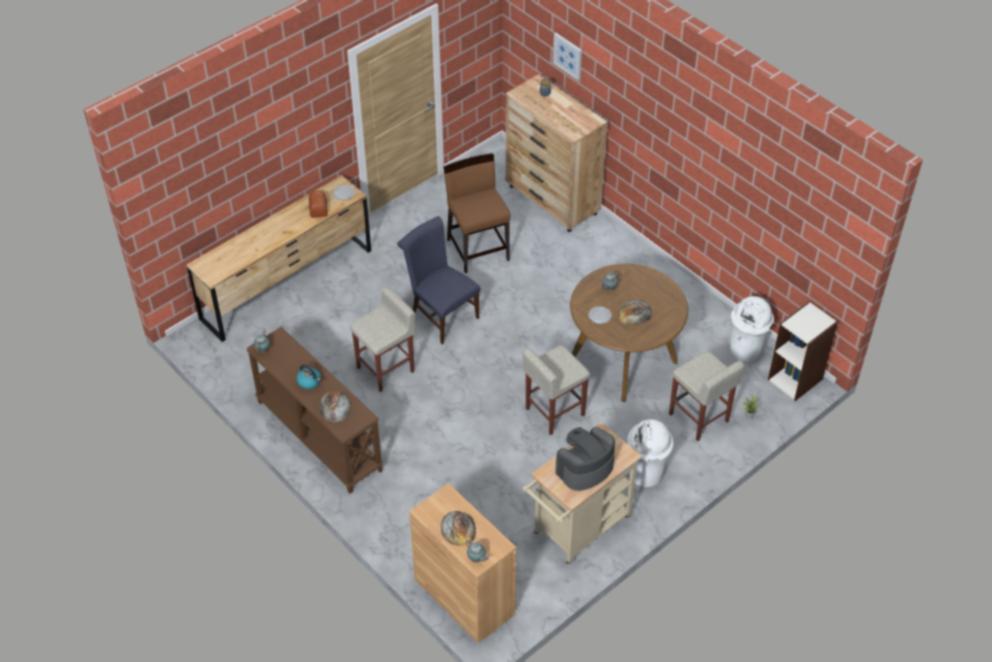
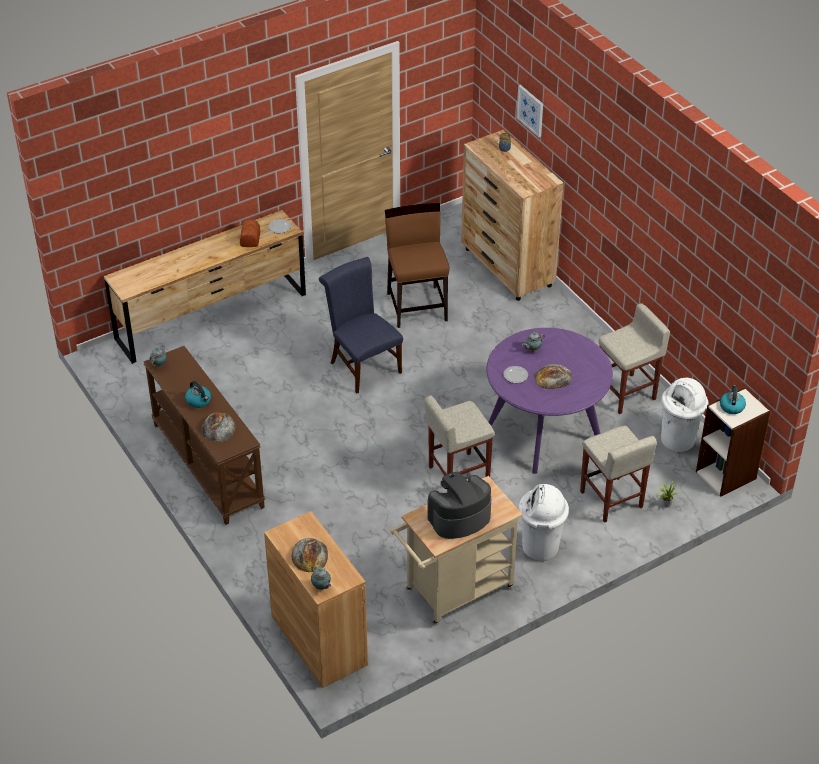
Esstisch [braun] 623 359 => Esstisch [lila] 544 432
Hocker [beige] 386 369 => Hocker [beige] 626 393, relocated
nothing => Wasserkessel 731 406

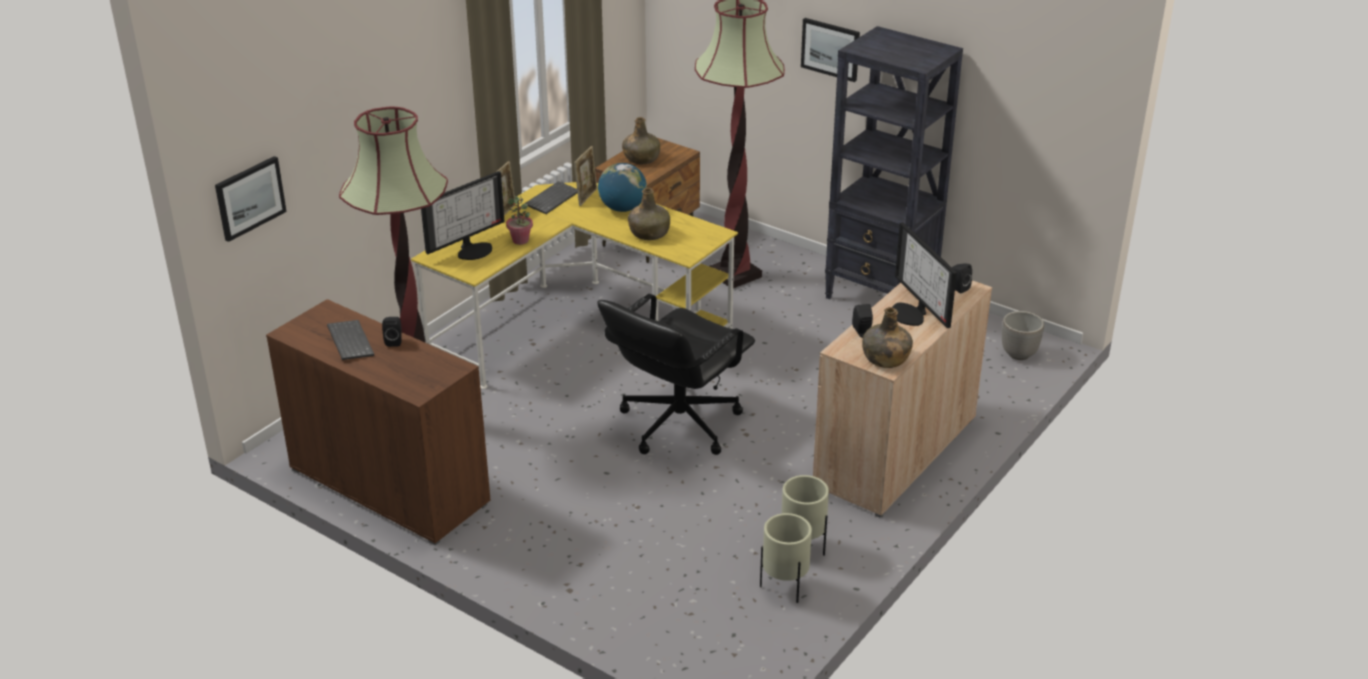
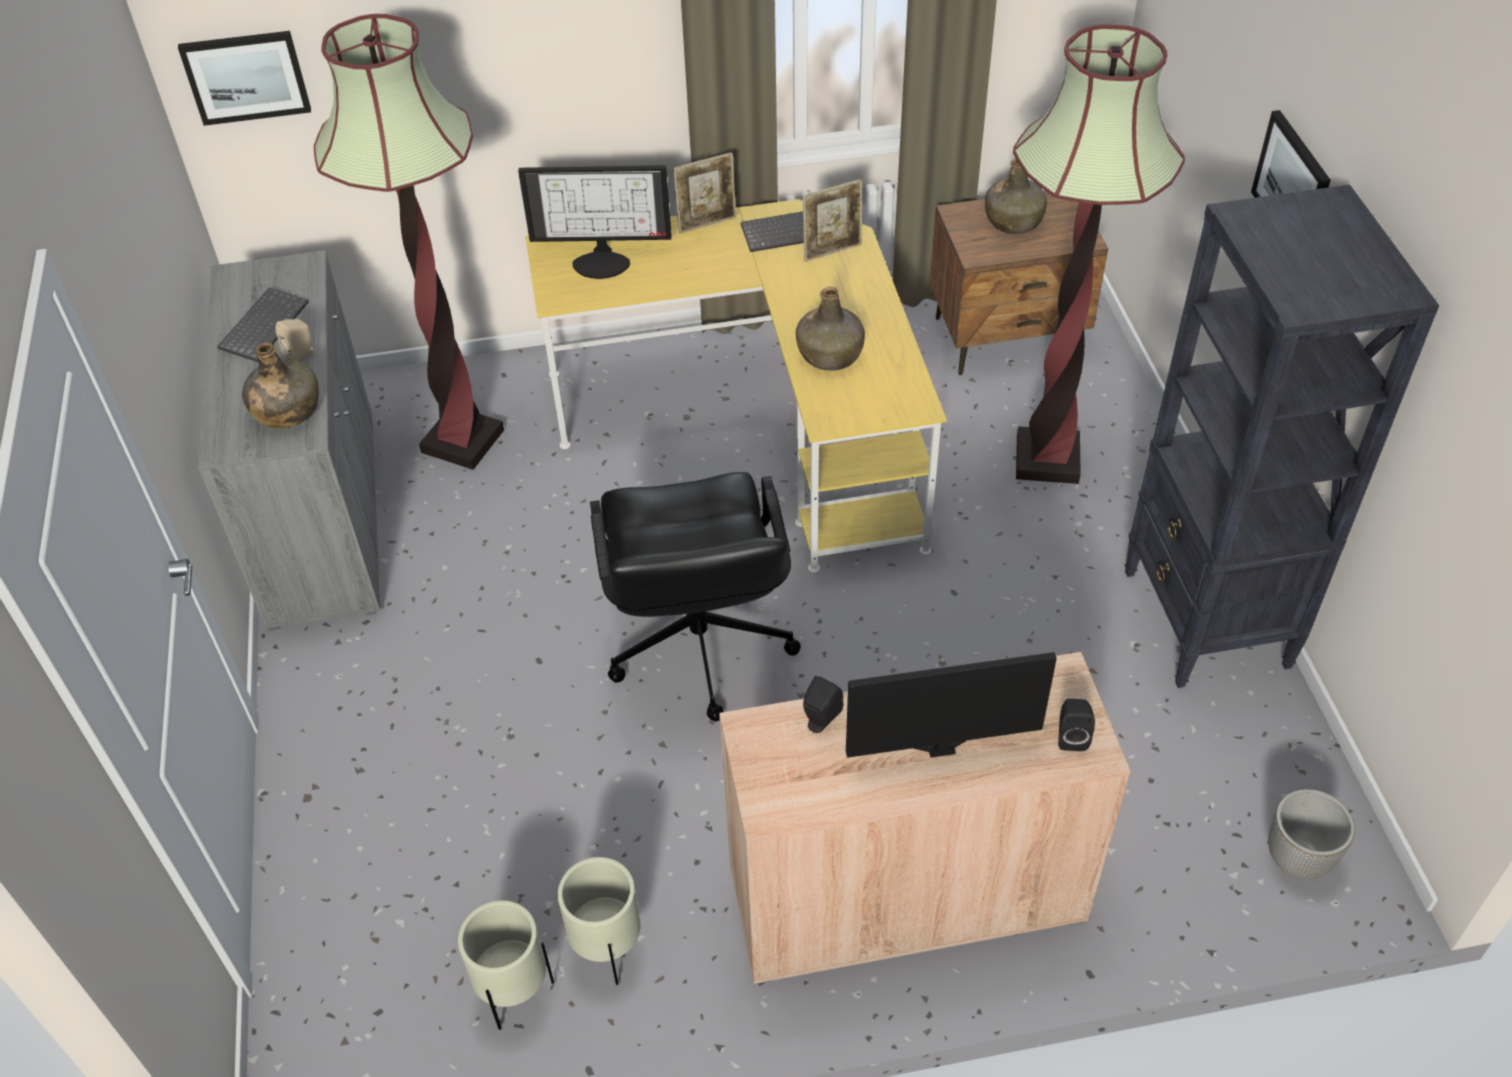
Schrank [braun] 389 486 => Schrank [grau] 324 518
Flasche [grün] 885 358 => Flasche [grün] 286 411, relocated
Lautsprecher [schwarz] 394 341 => Lautsprecher [beige] 301 354
Bürostuhl [schwarz] 677 424 => Bürostuhl [schwarz] 698 646, 90 degrees counterclockwise
Monitor 912 314 => Monitor 936 736, 60 degrees clockwise
Topfpflanze 520 240 => nothing
Globus 622 208 => nothing

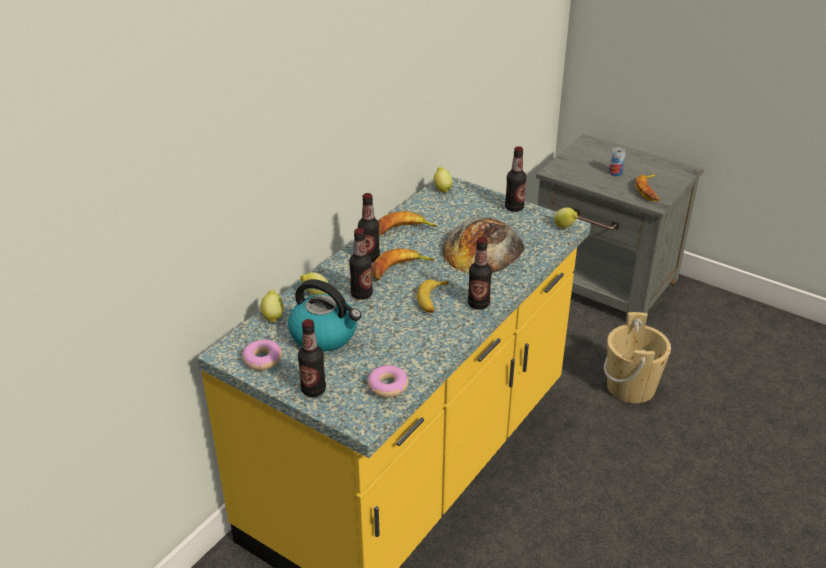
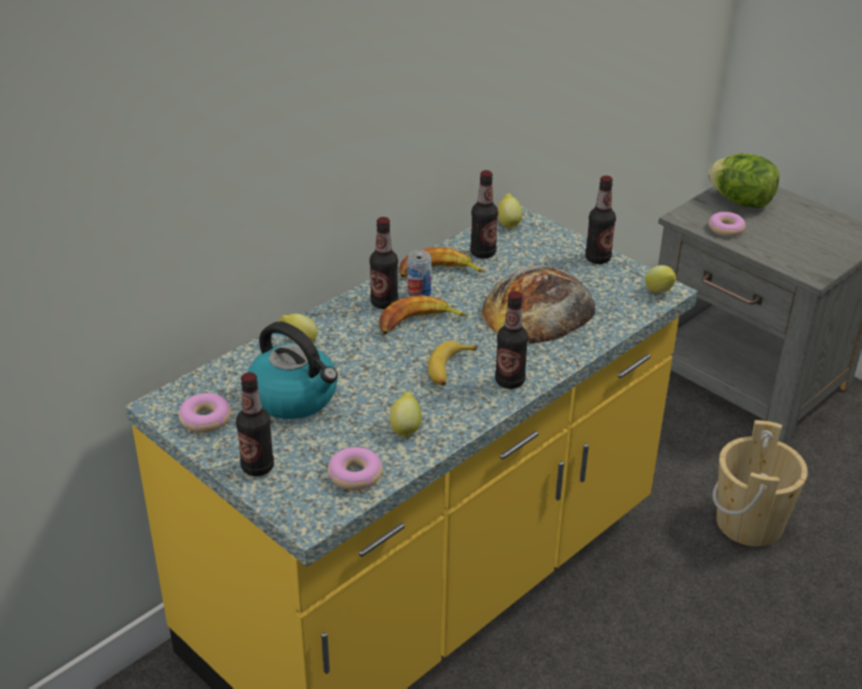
Zitrone 273 316 => Zitrone 405 428, relocated
Dose 615 173 => Dose 419 293, relocated
Flasche 361 294 => Flasche 483 253, relocated
nothing => Salatkopf 741 202
nothing => Donut 726 229
Banane 649 190 => nothing

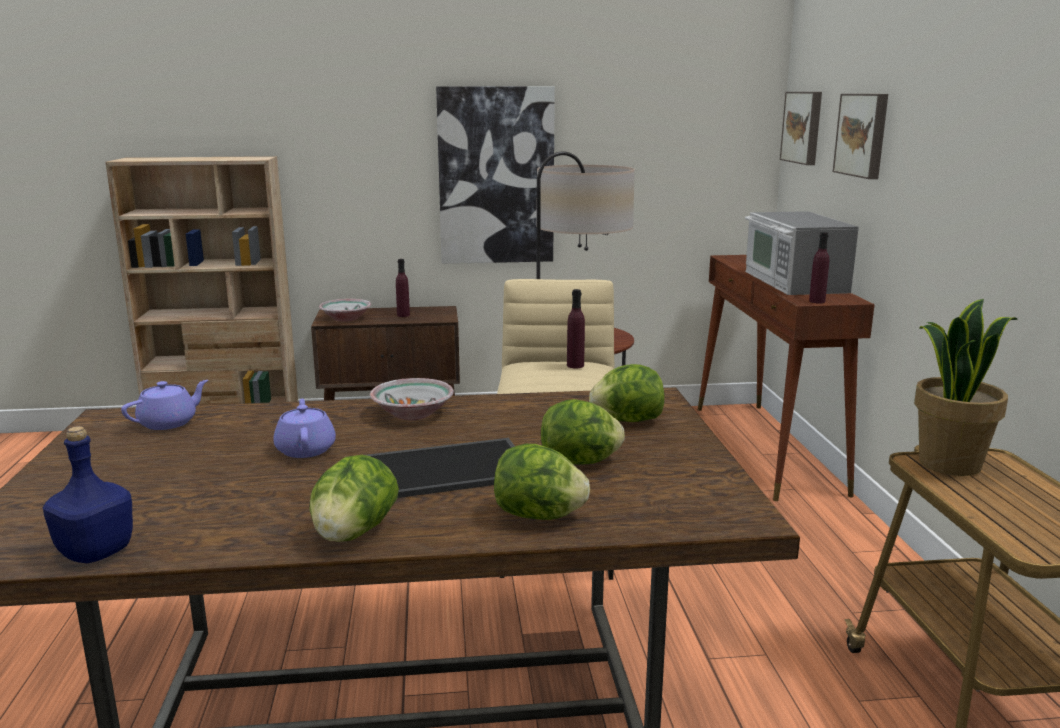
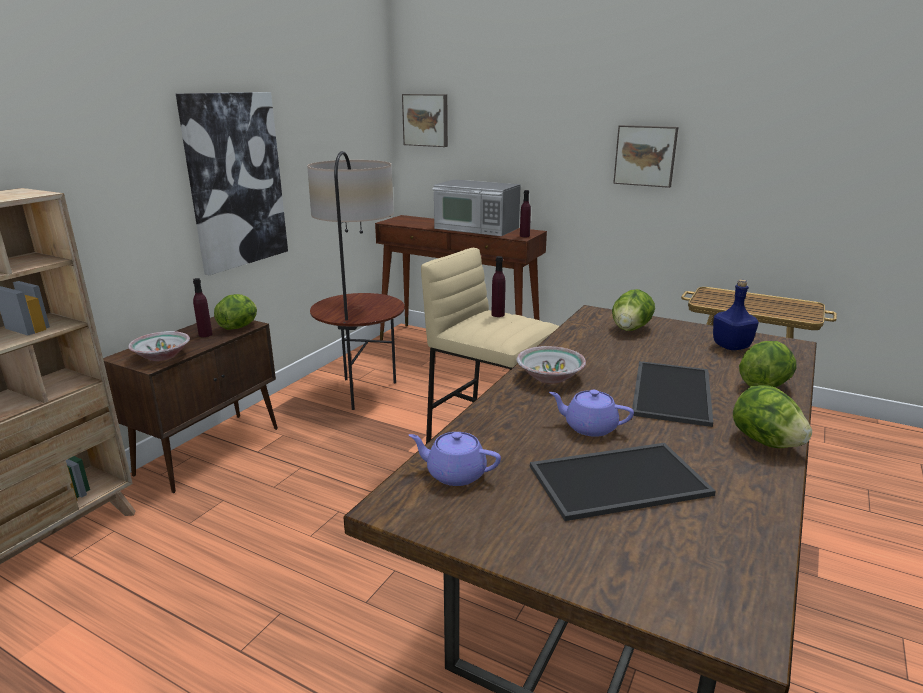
Salatkopf 580 462 => Salatkopf 239 327, relocated
Teekanne [lila] 169 423 => Teekanne [lila] 454 474, 60 degrees counterclockwise
nothing => Tablett 619 479
Bild 863 135 => Bild 645 155, relocated
Flasche [blau] 97 552 => Flasche [blau] 731 346, relocated
Topfpflanze 948 463 => nothing

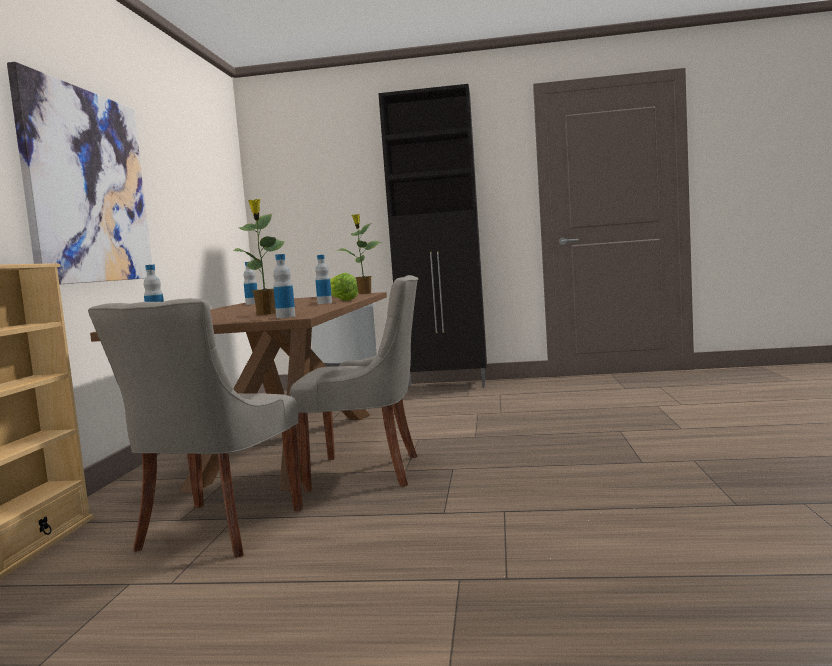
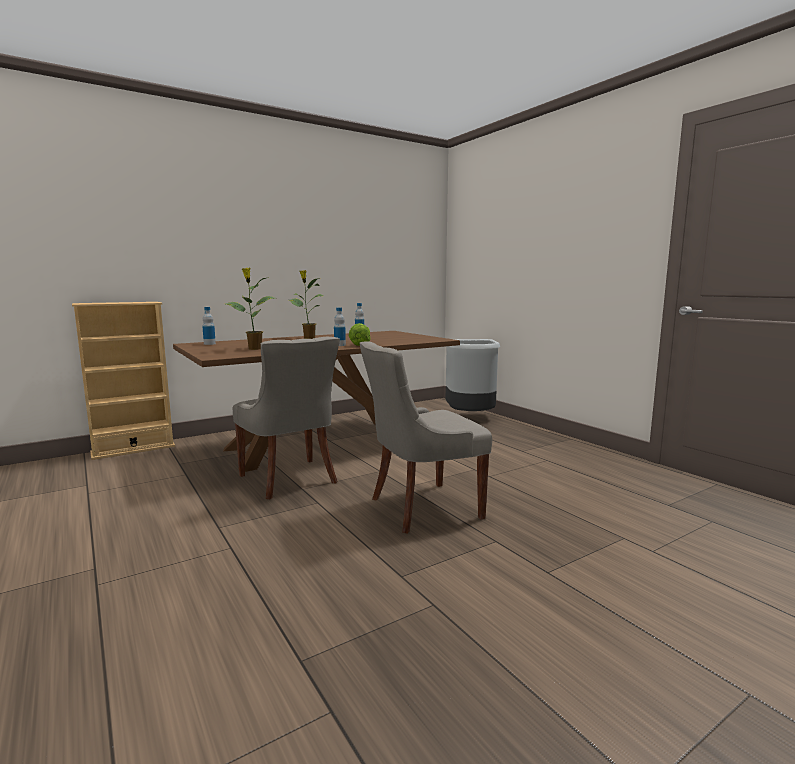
Topfpflanze 364 293 => Topfpflanze 308 338, relocated
Stuhl [grau] 216 530 => Stuhl [grau] 422 508, relocated
Bild 87 187 => nothing
Flasche 285 317 => nothing
Schrank [schwarz] 446 386 => nothing

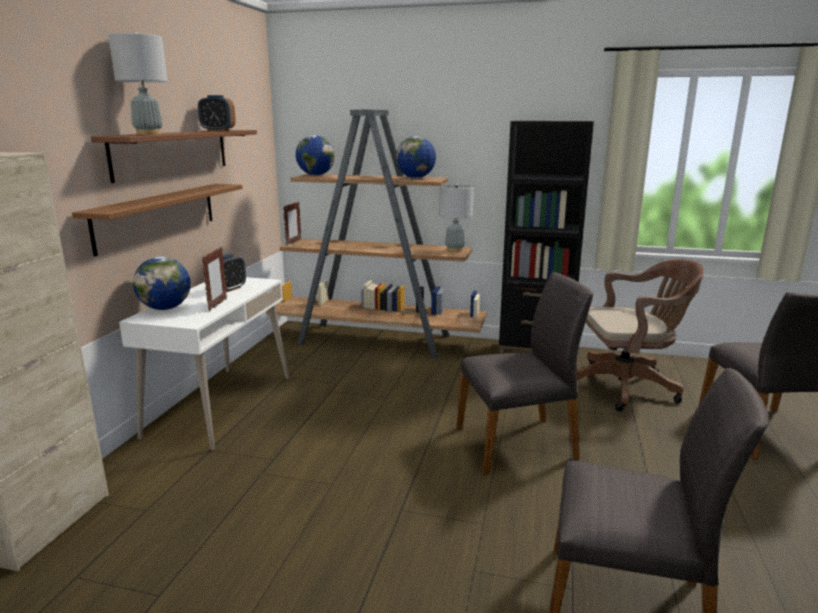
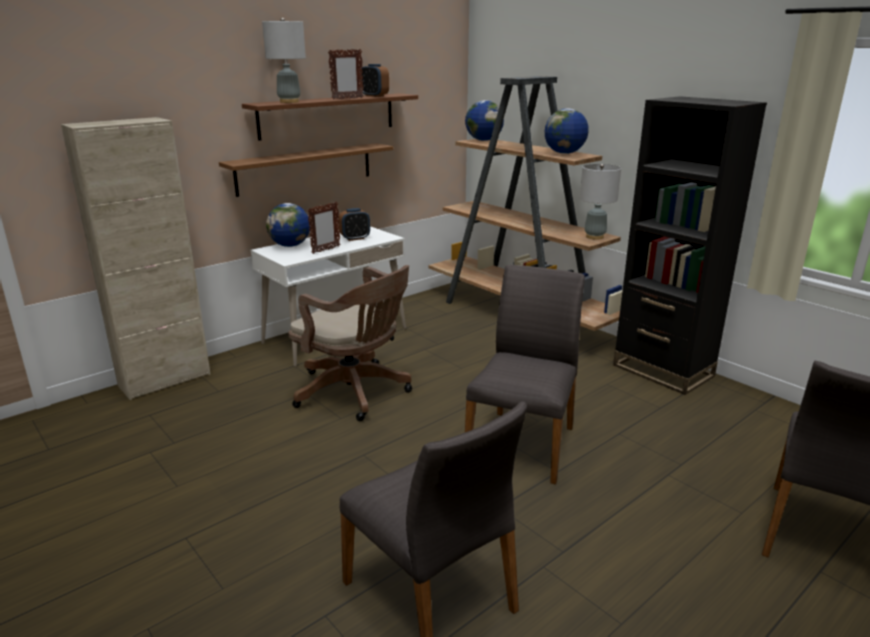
Bürostuhl [braun] 627 386 => Bürostuhl [braun] 356 392, relocated
Bilderrahmen 293 242 => Bilderrahmen 347 98, relocated
Stuhl [grau] 517 443 => Stuhl [grau] 523 443, 90 degrees counterclockwise

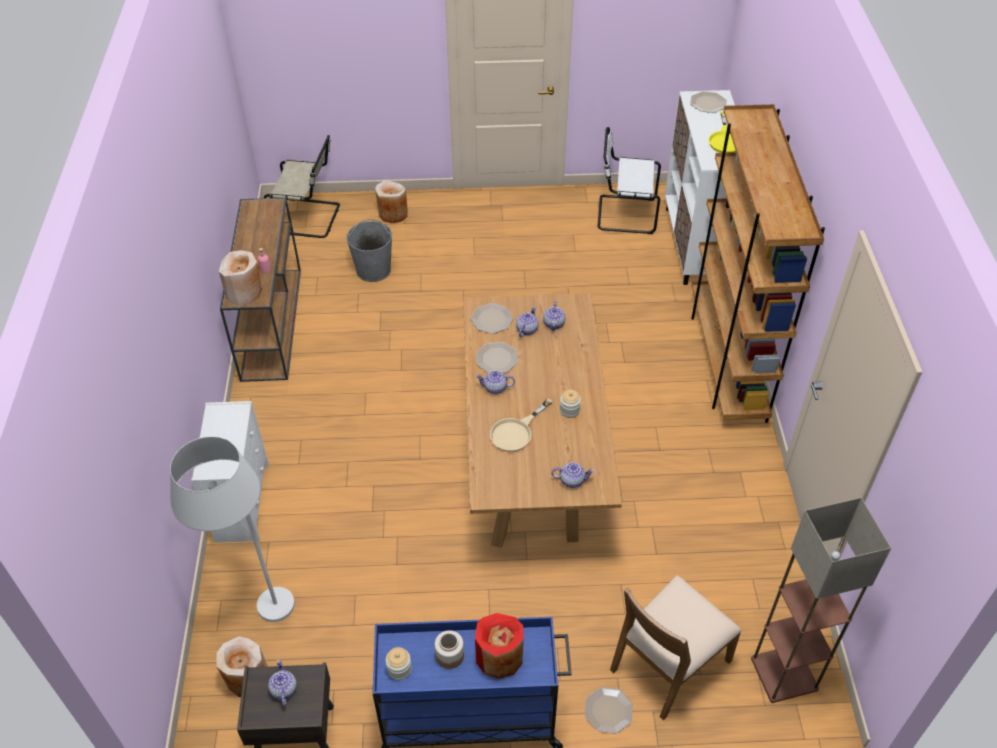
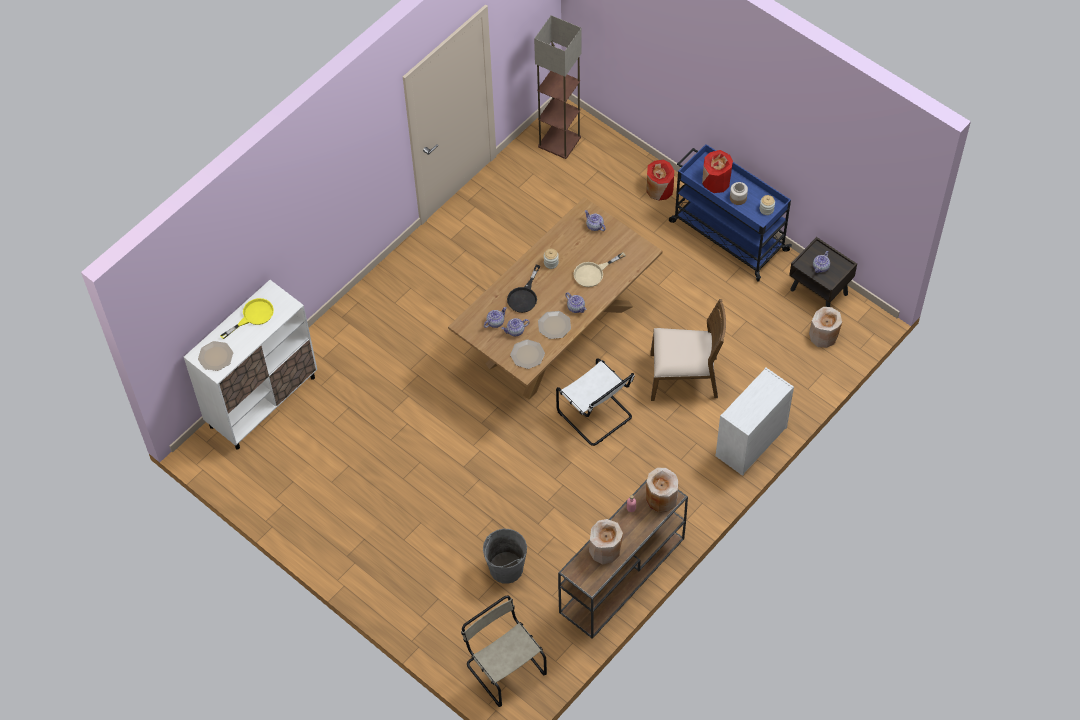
nothing => Pfanne [schwarz] 524 296
Stuhl [weiß] 624 214 => Stuhl [weiß] 596 416, relocated
Pfanne [beige] 516 432 => Pfanne [beige] 593 273, 150 degrees clockwise
Vase [beige] 393 214 => Vase [beige] 605 549, relocated
Teller 609 711 => Vase [rot] 659 189
Stuhl [braun] 668 664 => Stuhl [braun] 684 377, relocated
Stehlampe [weiß] 255 606 => nothing
Bücherregal [braun] 726 361 => nothing

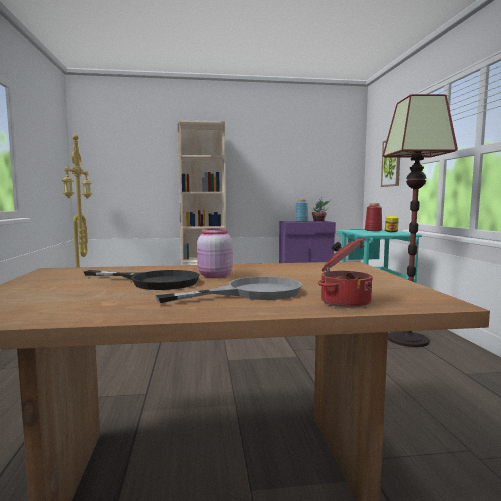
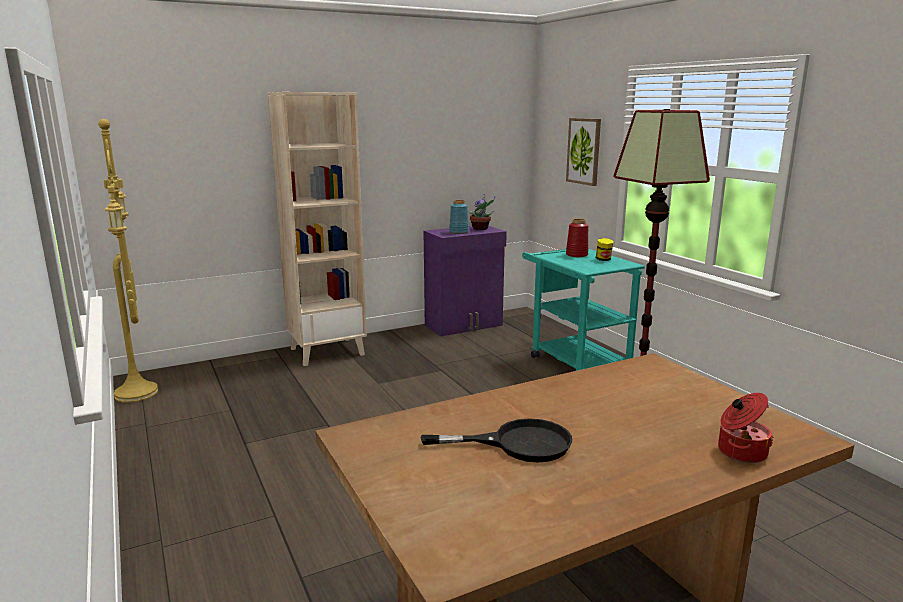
Pfanne [grau] 251 293 => nothing
Vorratsglas [rosa] 214 276 => nothing

